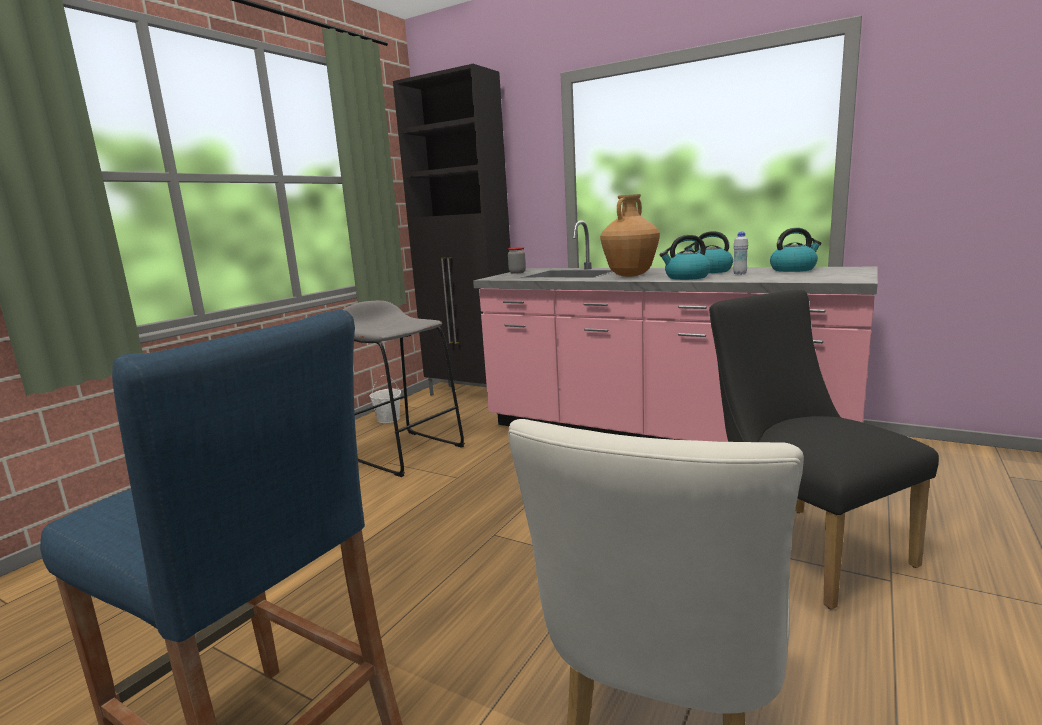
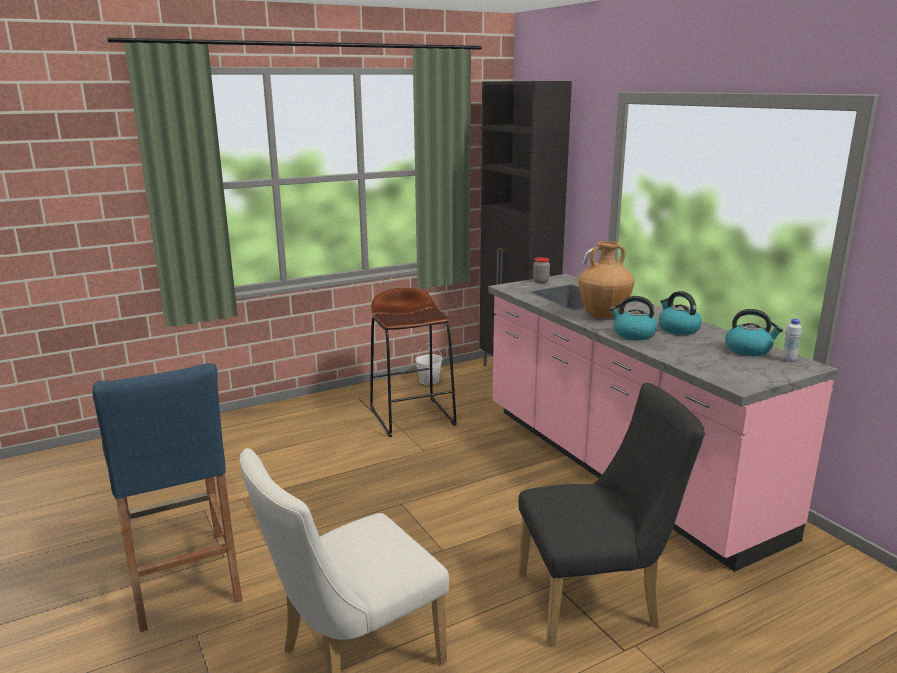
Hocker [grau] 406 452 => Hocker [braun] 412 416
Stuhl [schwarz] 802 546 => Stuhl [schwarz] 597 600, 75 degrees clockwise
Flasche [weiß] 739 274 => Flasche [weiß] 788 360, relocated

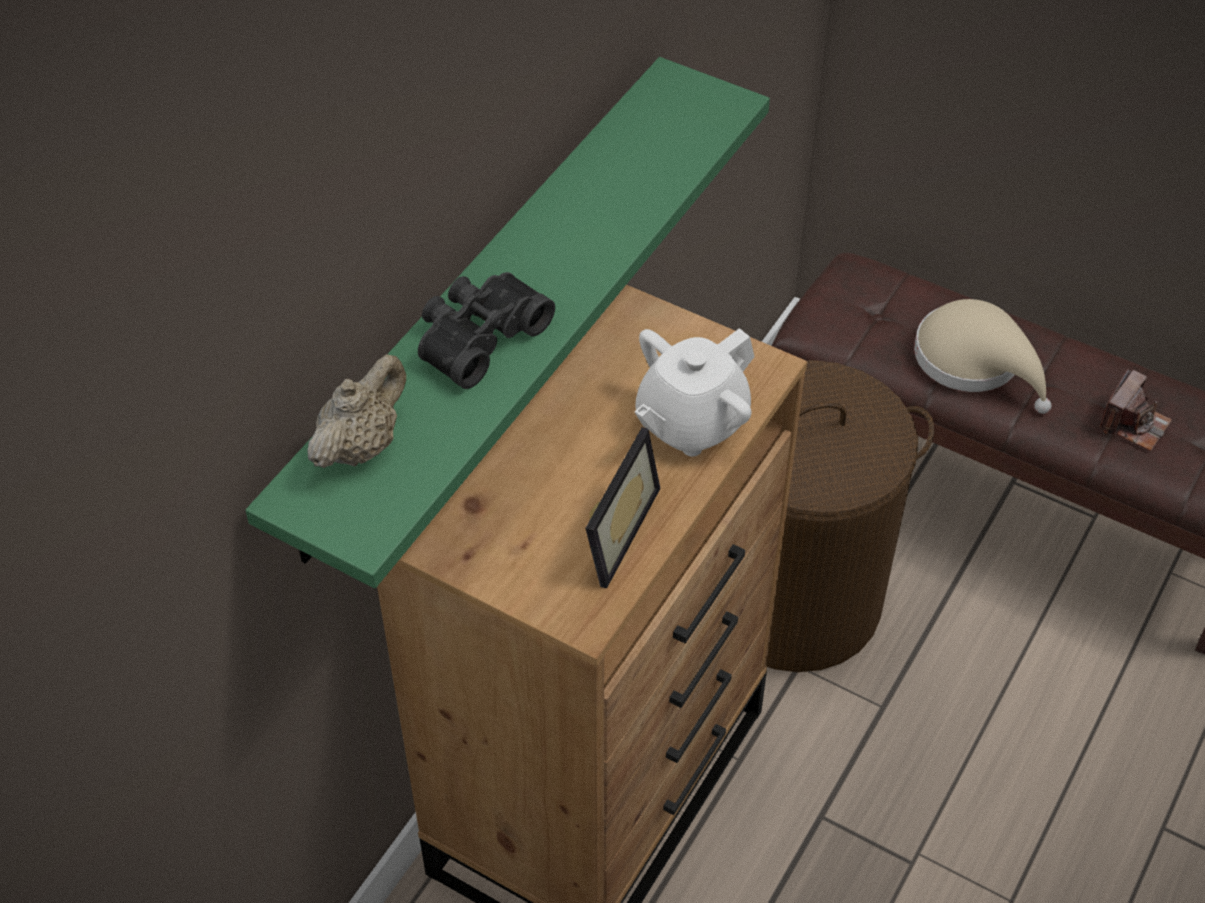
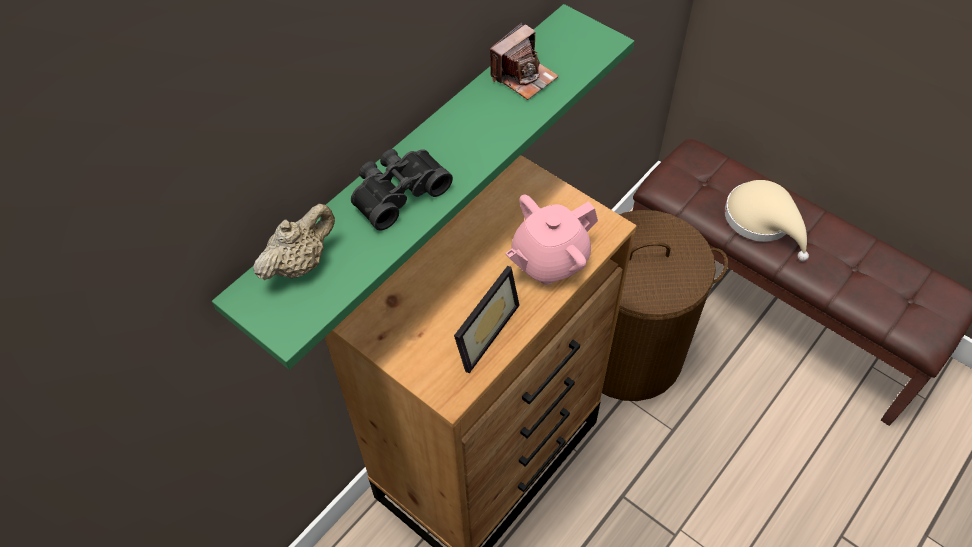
Kamera 1133 424 => Kamera 523 76, relocated
Teekanne [weiß] 690 422 => Teekanne [rosa] 549 260

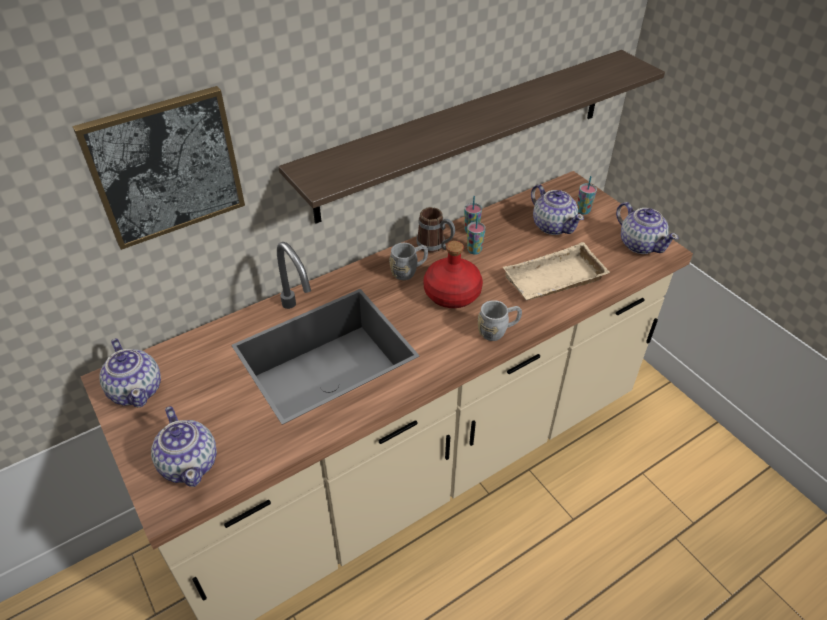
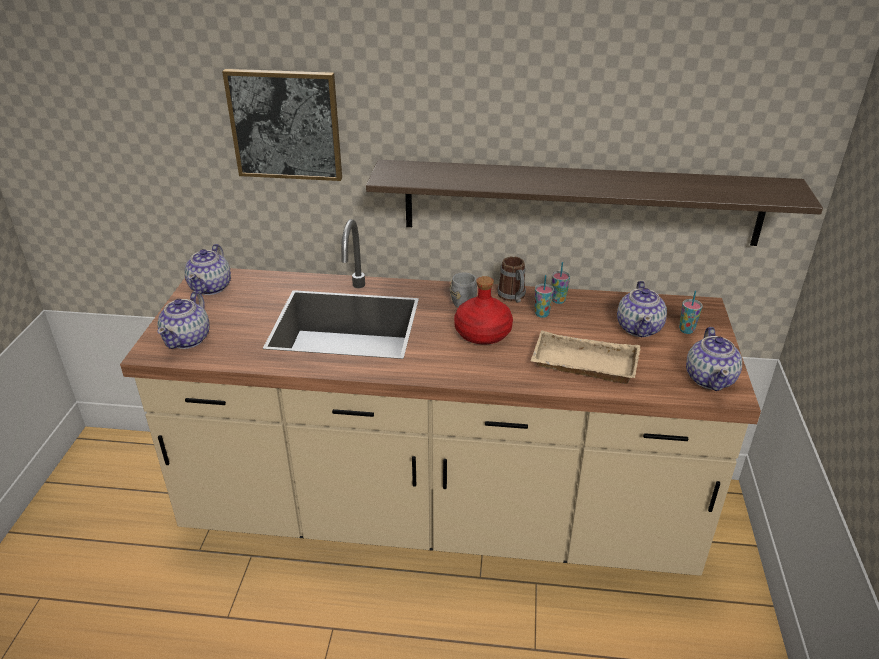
Henkelbecher [grau] 498 331 => nothing

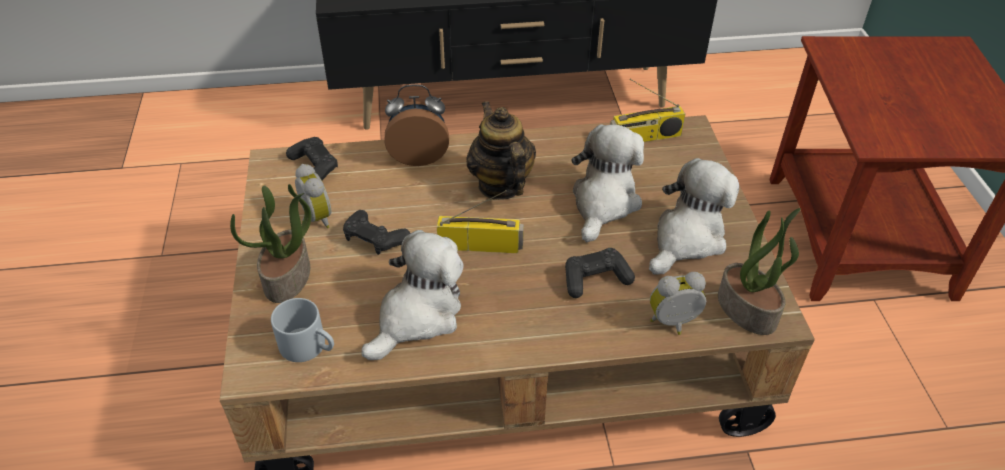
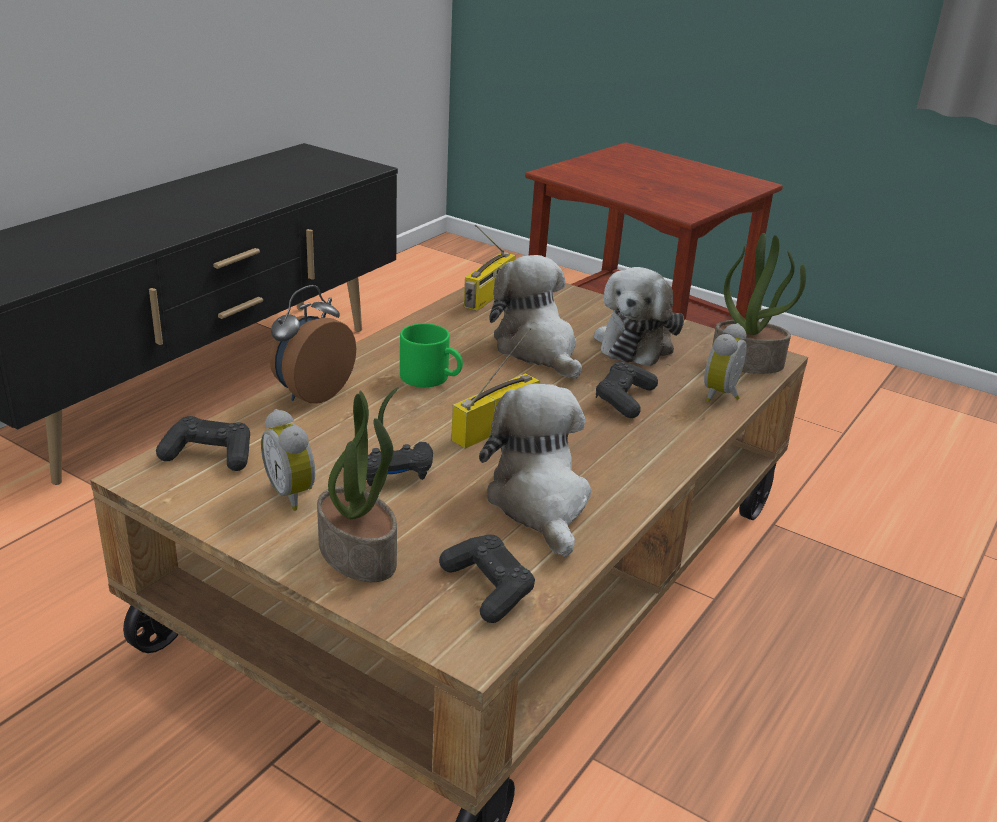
Wecker 314 219 => Wecker 294 494, 135 degrees counterclockwise
Teekanne 500 185 => Henkelbecher [grün] 432 378
Henkelbecher [grau] 309 346 => Gamepad [schwarz] 488 588
Plüschtier 687 239 => Plüschtier 636 342, 150 degrees counterclockwise

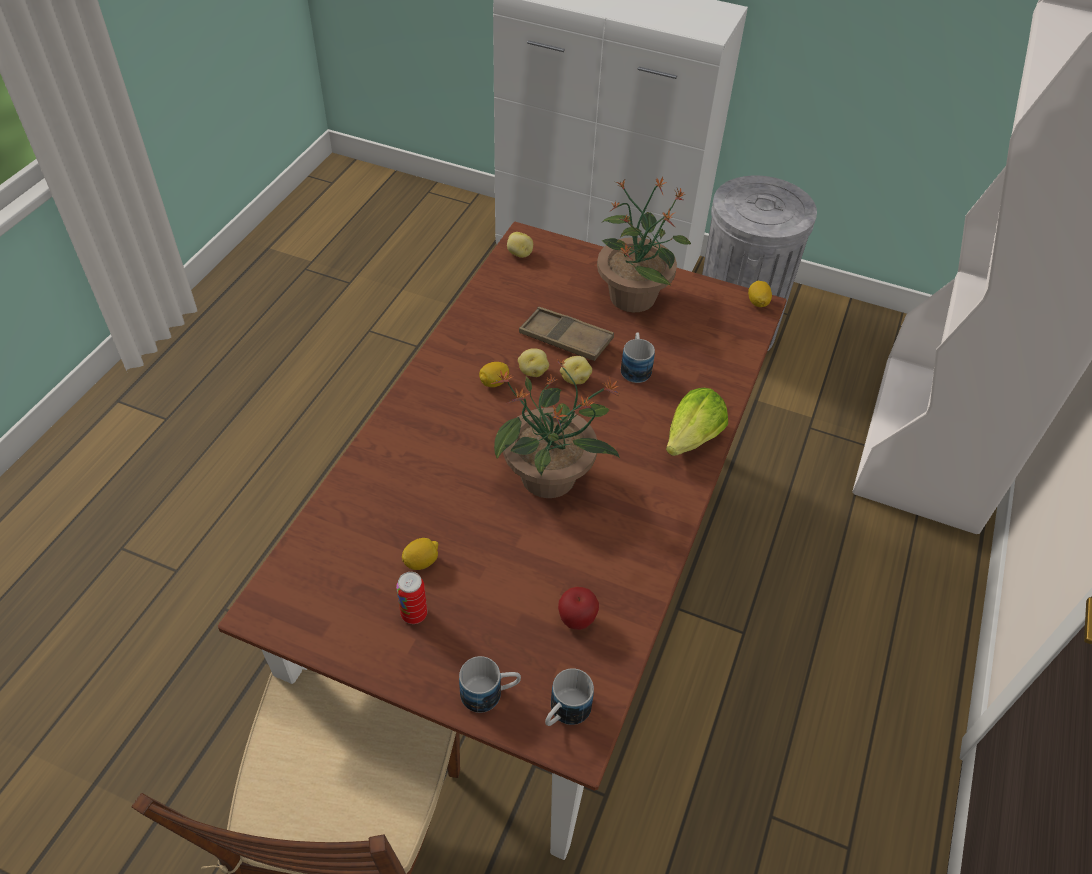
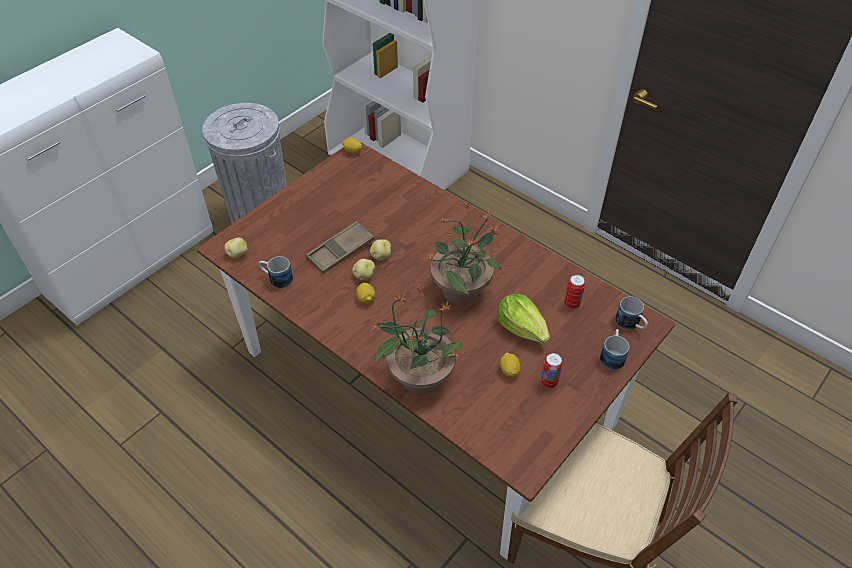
Henkelbecher 635 367 => Henkelbecher 276 279, relocated
Topfpflanze 633 296 => Topfpflanze 419 377, relocated
Salatkopf 692 438 => Salatkopf 522 328, relocated
Apfel 576 620 => Dose 572 304

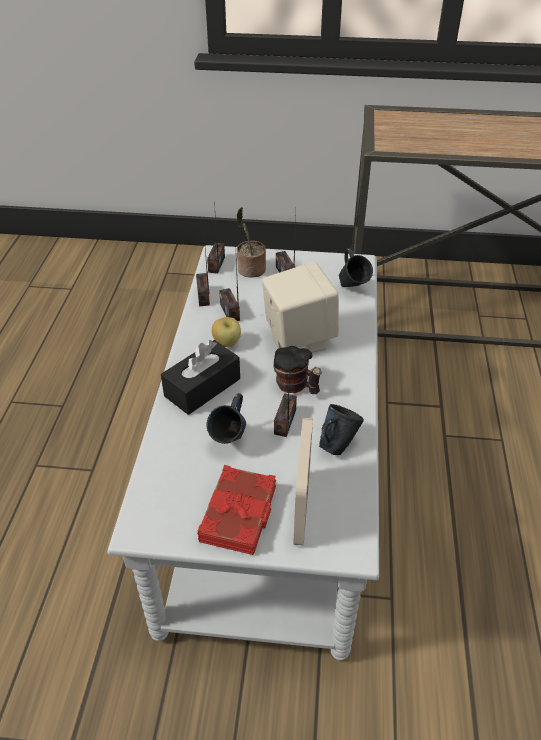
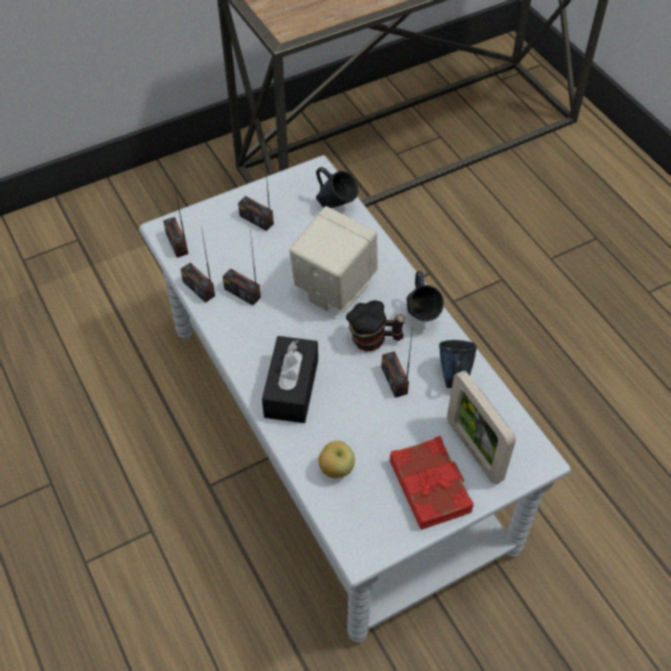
Apfel 227 343 => Apfel 336 469, relocated
Henkelbecher [blau] 231 441 => Henkelbecher [blau] 420 317, relocated
Topfpflanze 250 270 => nothing

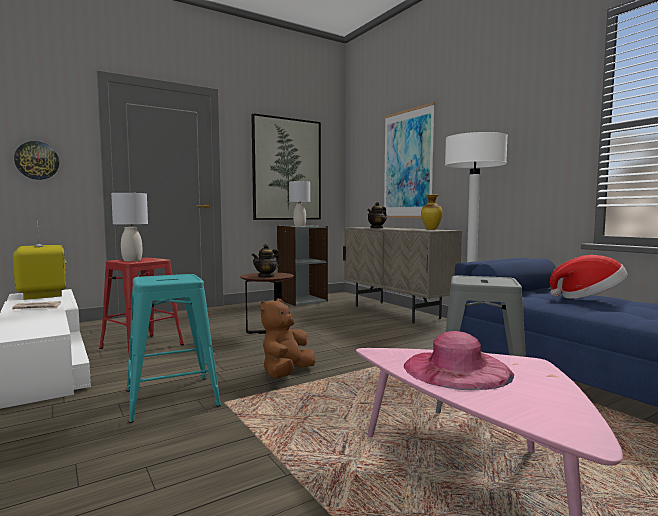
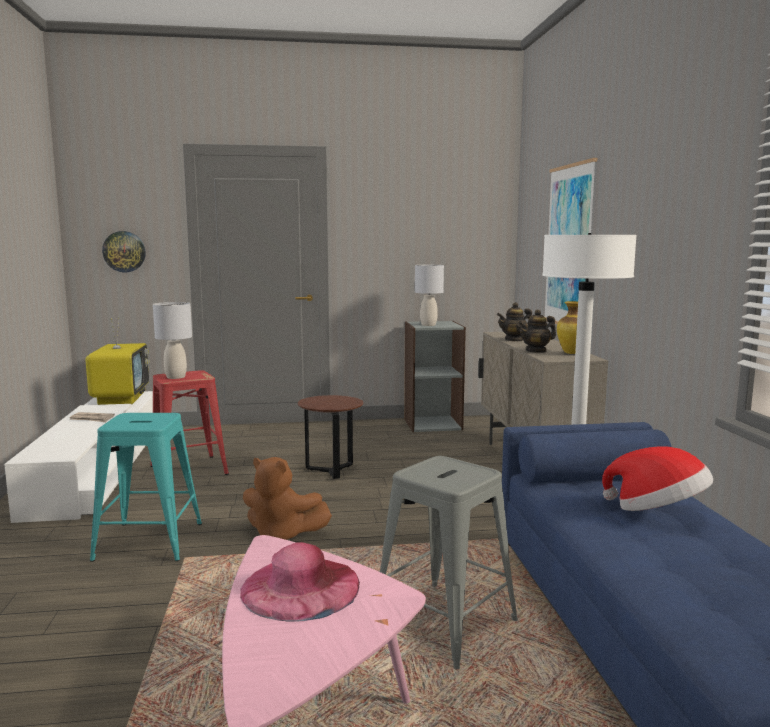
Plüschtier [braun] 286 374 => Plüschtier [braun] 282 535, 120 degrees counterclockwise
Teekanne 266 276 => Teekanne 536 351, relocated
Bild 287 169 => nothing

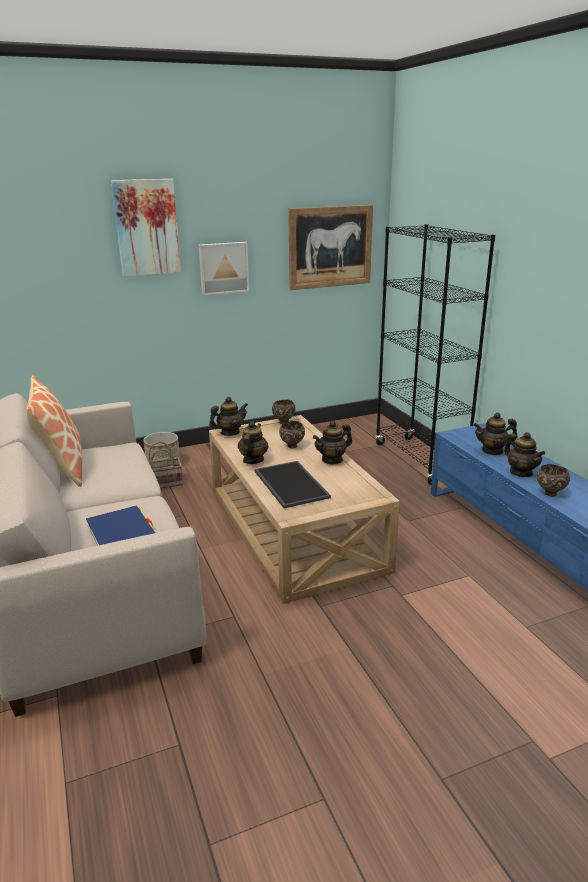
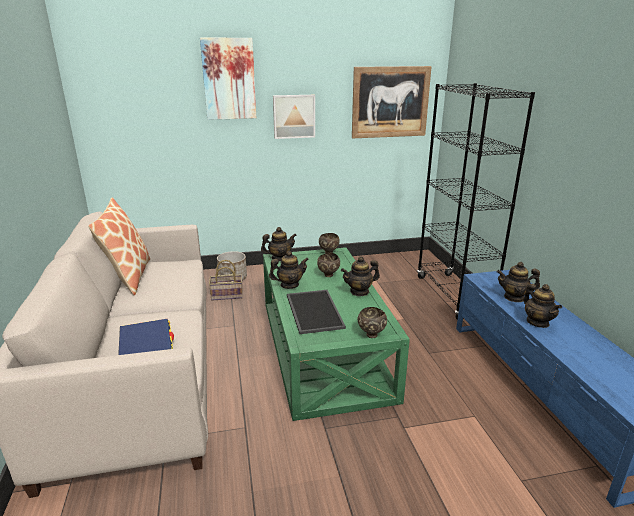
Couchtisch [beige] 292 527 => Couchtisch [grün] 322 347
Teekanne 253 460 => Teekanne 289 285, 45 degrees clockwise
Schüssel [braun] 549 493 => Schüssel [braun] 371 335, relocated

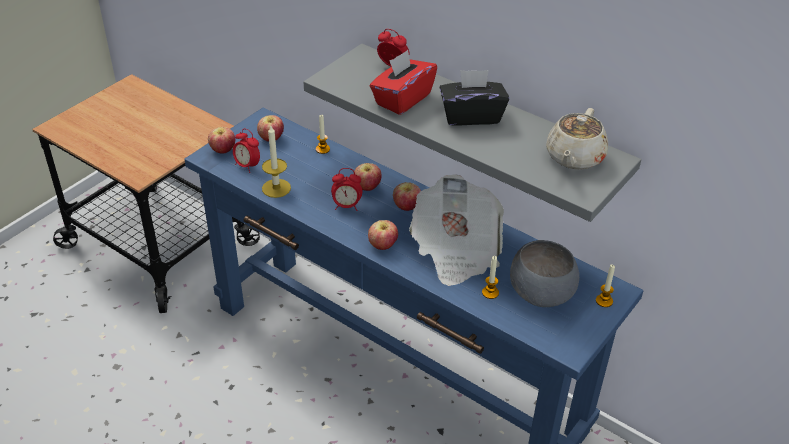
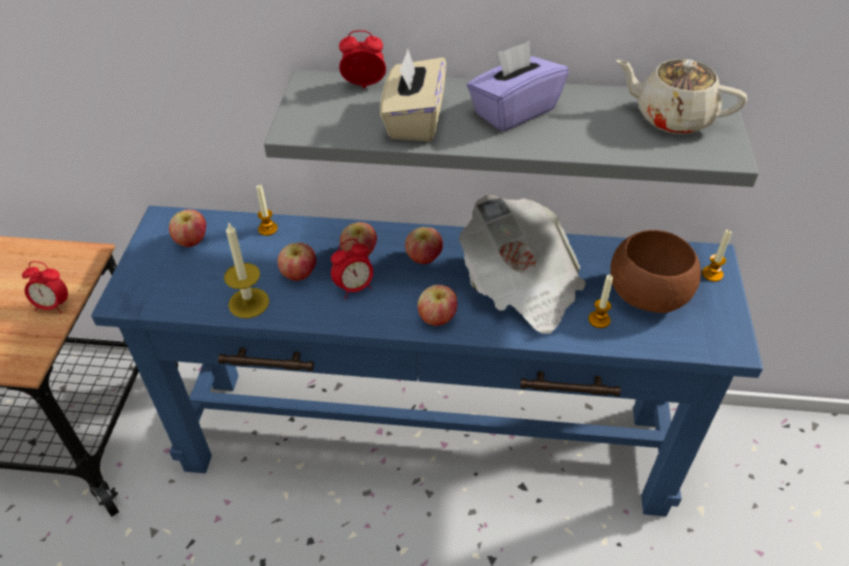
Wecker 247 166 => Wecker 53 305, relocated
Apfel 223 150 => Apfel 299 275, relocated
Taschentuchbox [rot] 402 99 => Taschentuchbox [beige] 414 120
Taschentuchbox [schwarz] 471 116 => Taschentuchbox [lila] 513 111
Schüssel [grau] 542 294 => Schüssel [braun] 649 295
Teekanne [beige] 574 158 => Teekanne [beige] 672 117, 120 degrees clockwise

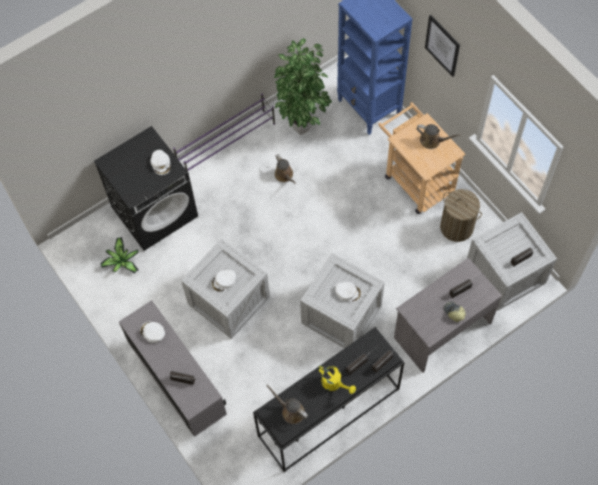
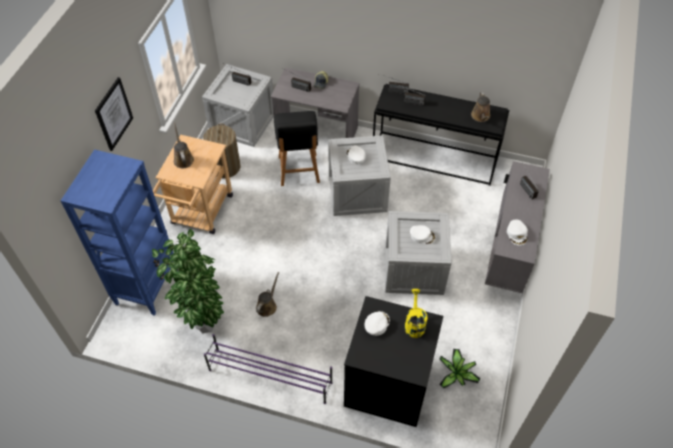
nothing => Stuhl [schwarz] 298 170
Gießkanne [gelb] 334 384 => Gießkanne [gelb] 414 323, relocated

